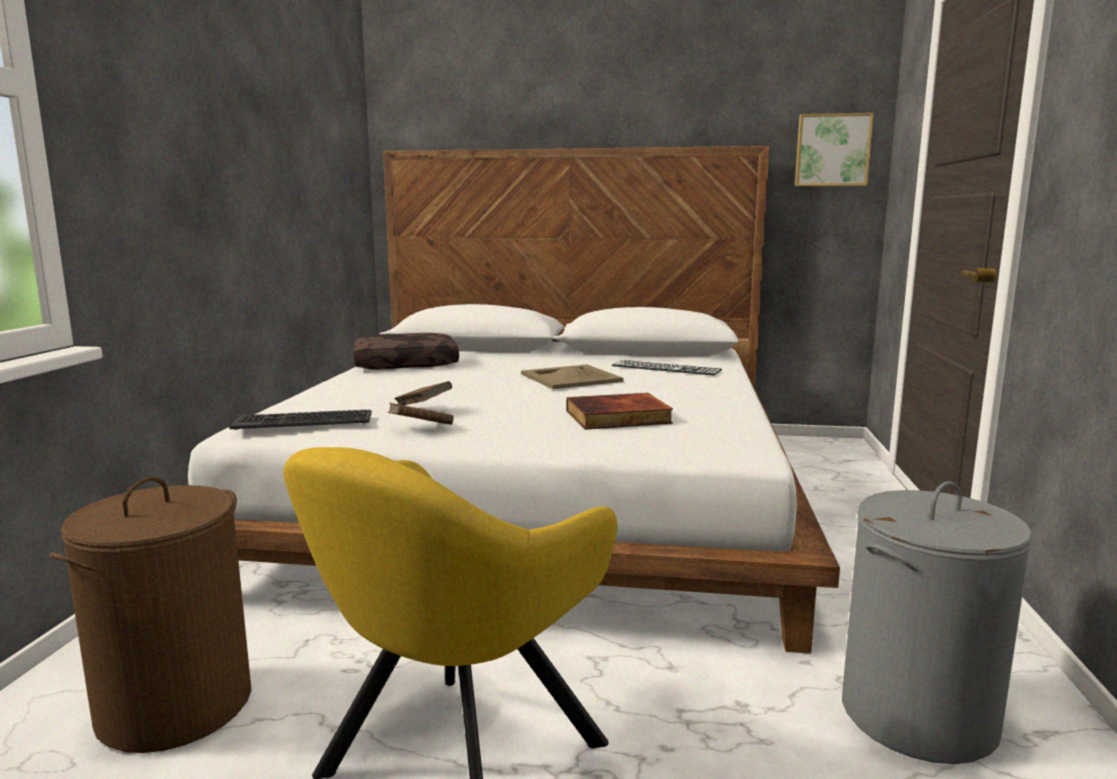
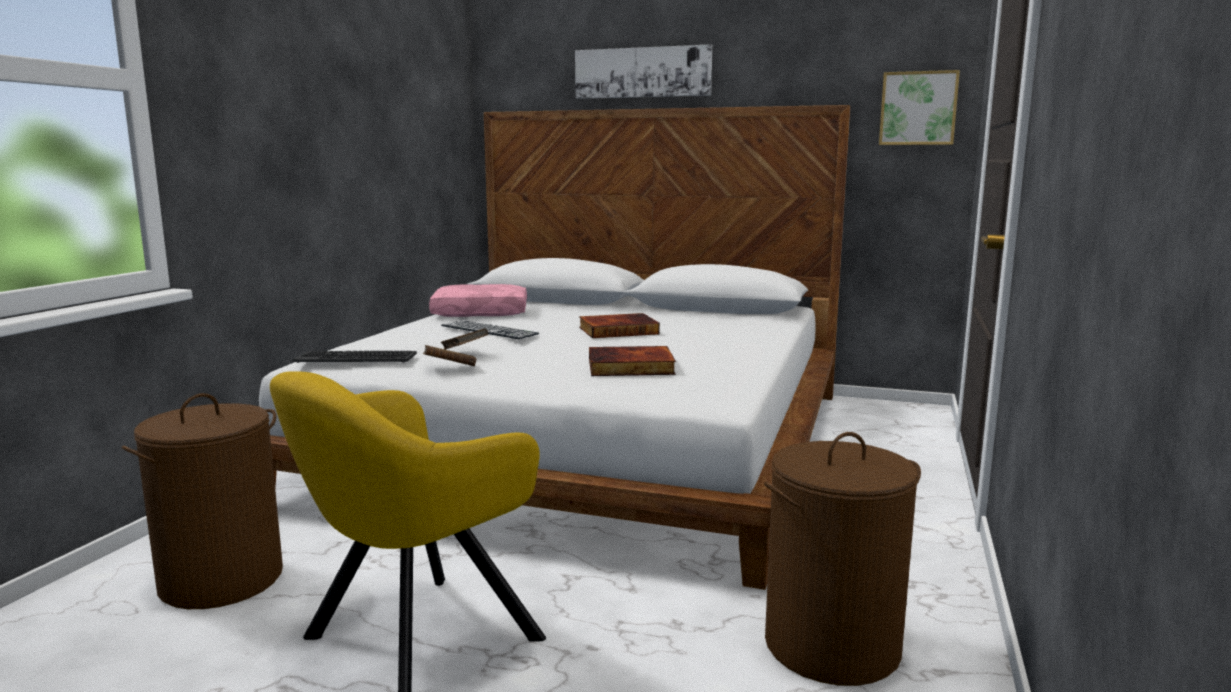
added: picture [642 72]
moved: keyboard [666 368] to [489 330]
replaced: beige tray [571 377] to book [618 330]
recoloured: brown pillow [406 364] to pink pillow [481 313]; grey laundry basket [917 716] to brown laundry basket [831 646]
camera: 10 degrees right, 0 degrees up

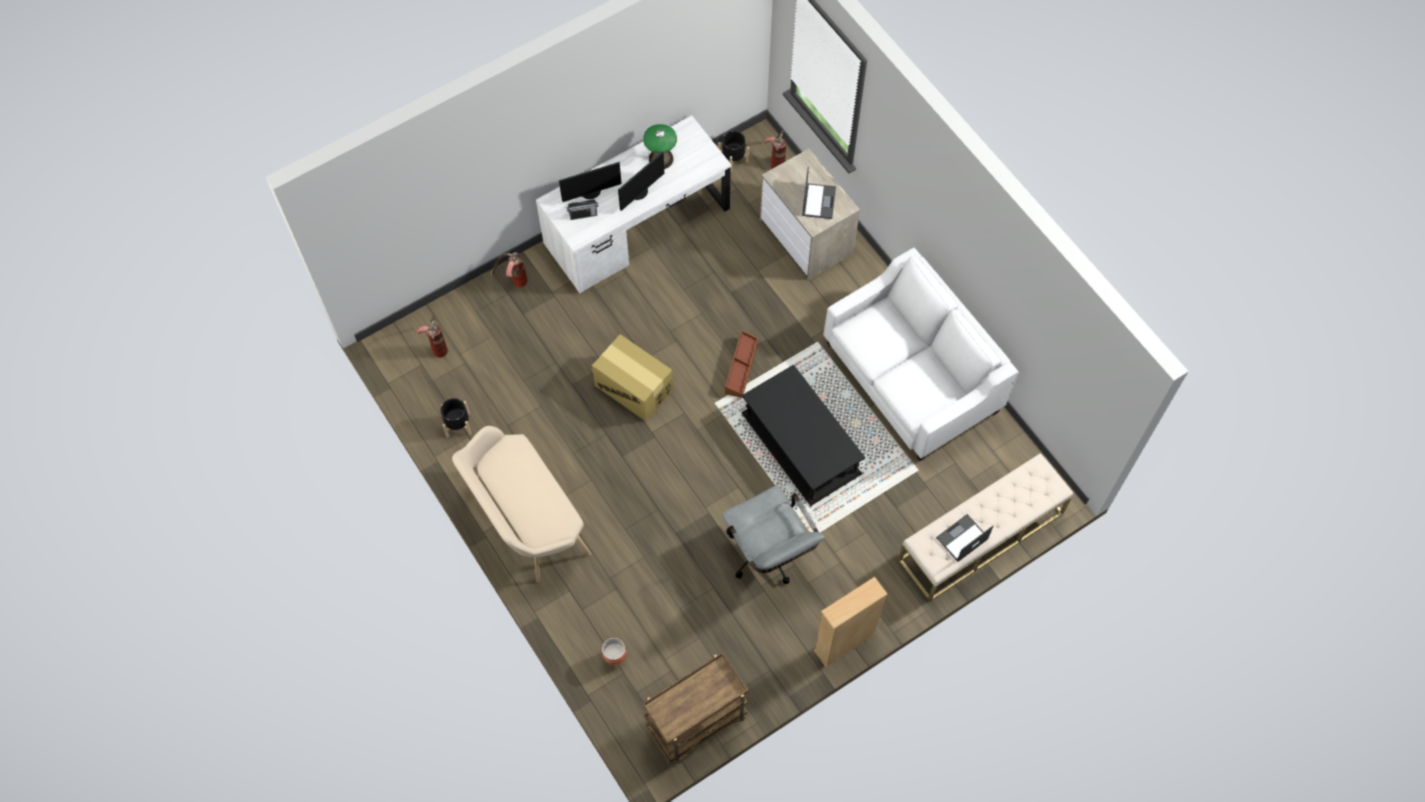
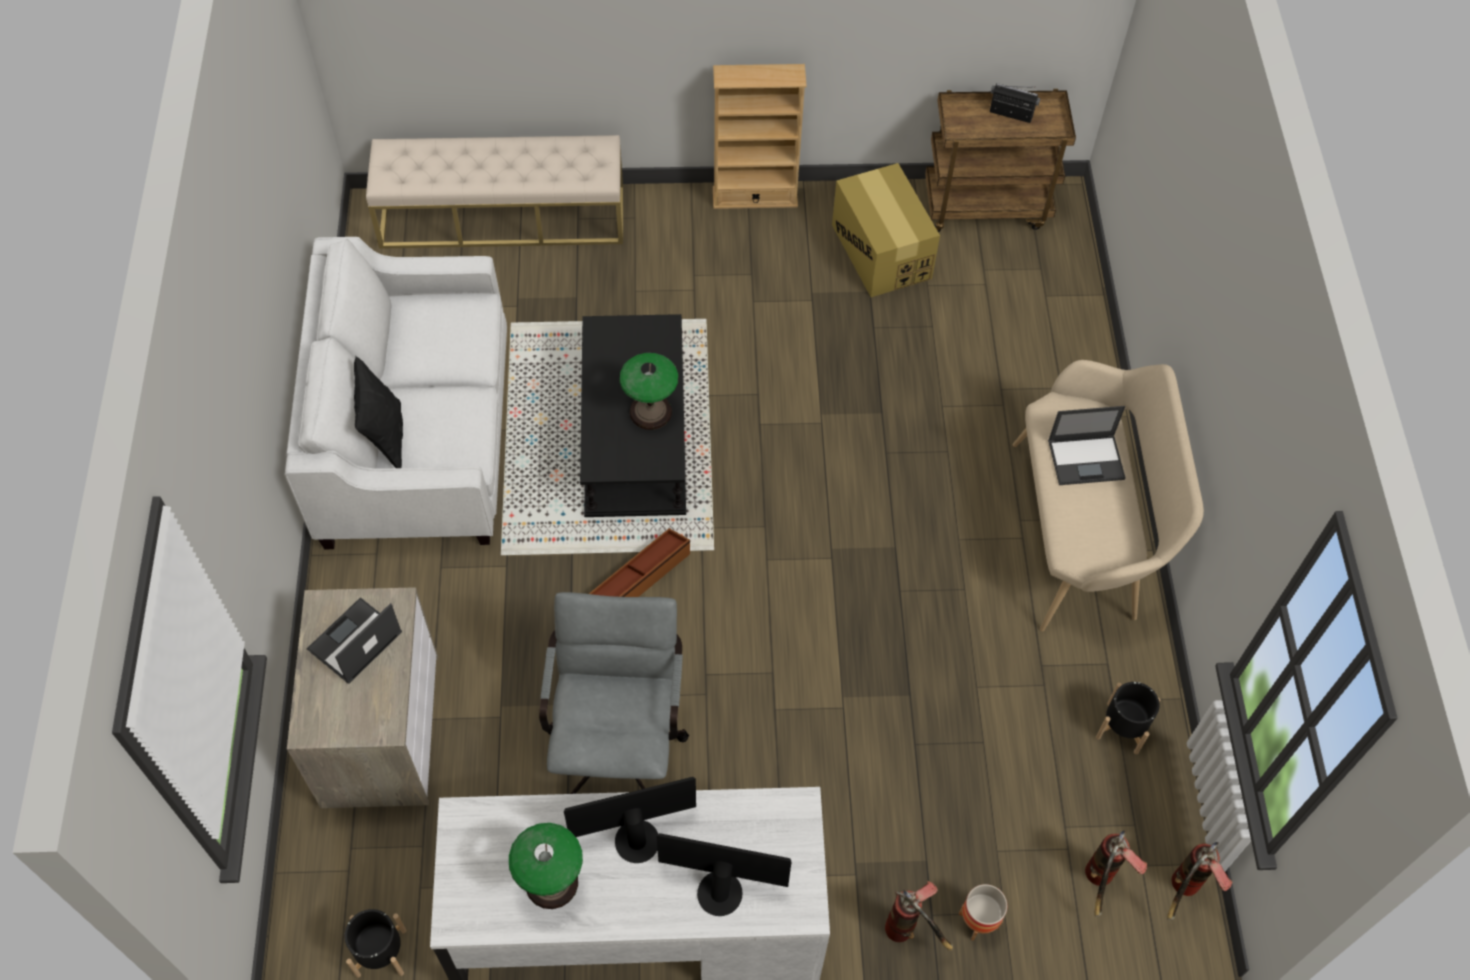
added: black pillow [385 436]; table lamp [651 411]
moved: radio [583 215] to [1011 114]; cardboard box [633 387] to [881 251]; planter [615 658] to [978 921]; grey office chair [769 556] to [618 741]; fire extinguisher [776 162] to [1183 893]; laptop [961 538] to [1087 459]
camera: 150 degrees left, 5 degrees down

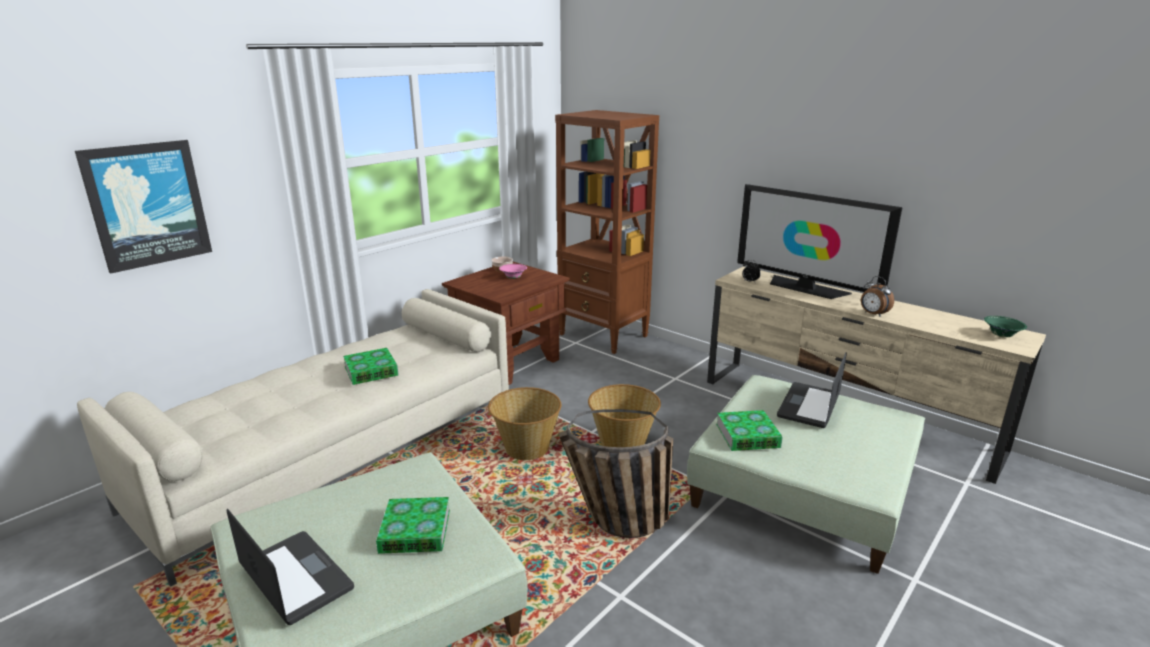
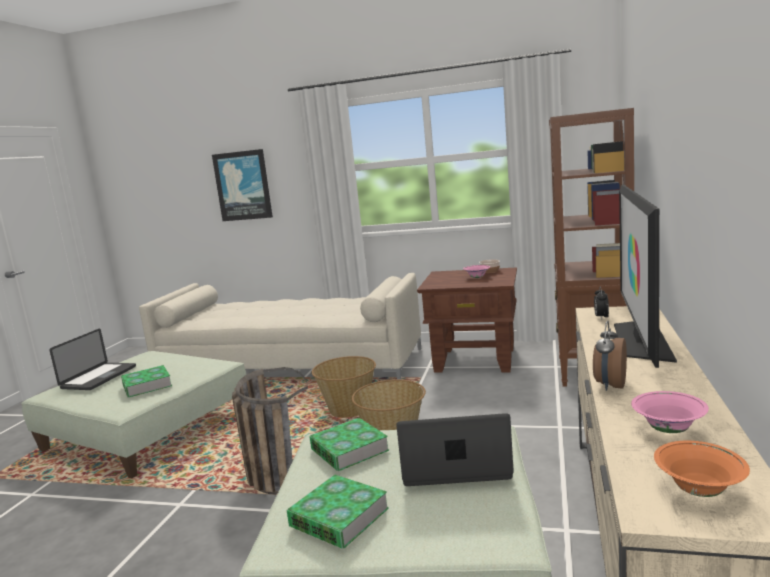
added: pink bowl [669 430]
moved: book [371 371] to [339 517]
recoloured: green bowl [1001 336] to orange bowl [699 490]
camera: 65 degrees right, 10 degrees down

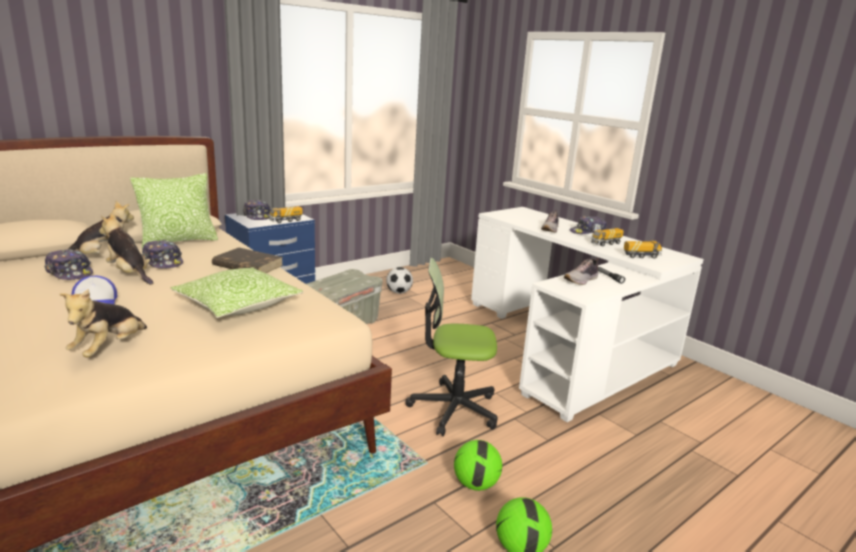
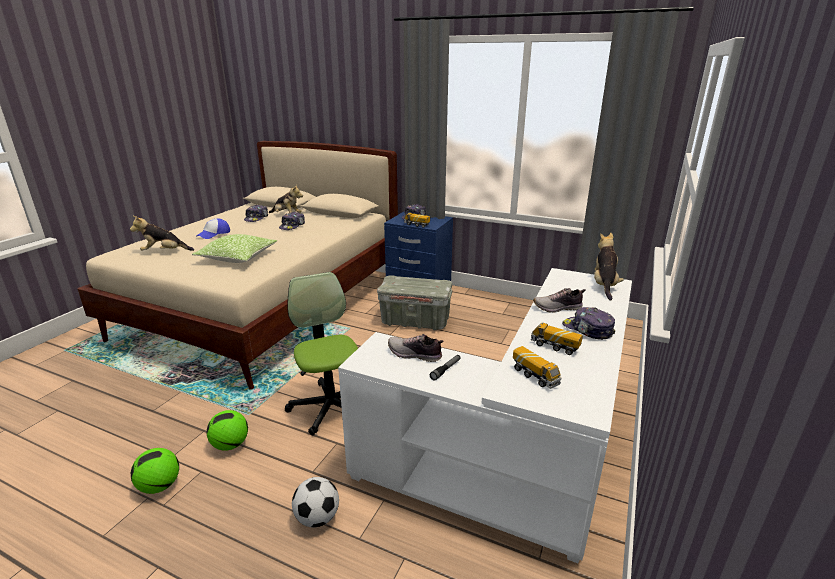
removed: pillow [178 241]; brown book [247 265]
moved: plush toy [129 274] to [604 285]; football [399 292] to [317 518]
camera: 65 degrees right, 5 degrees up

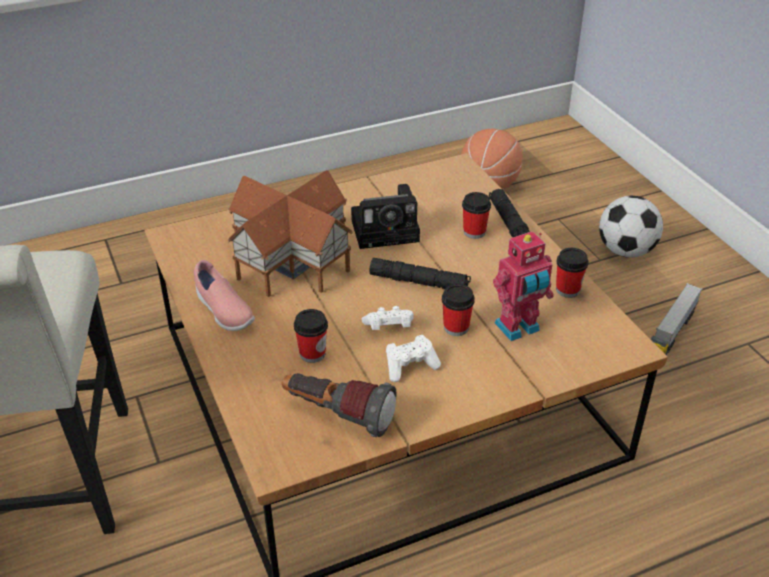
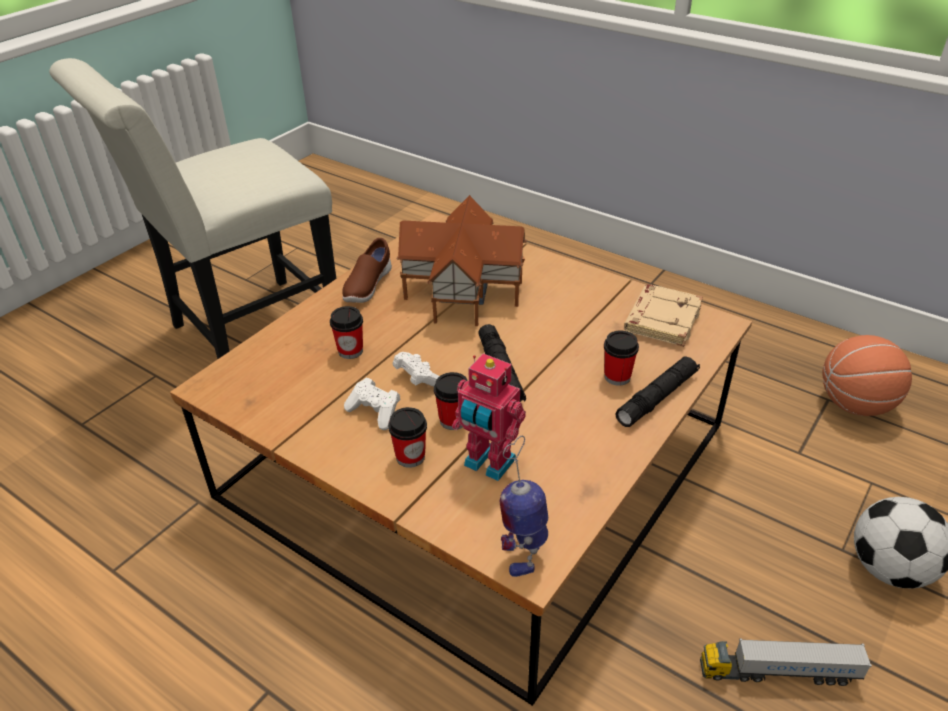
removed: flashlight [337 415]; photo camera [388 230]
added: toy robot [523 550]; beige book [661 319]
moved: cup [567 290] to [410 457]
recoloured: pink shoe [223 311] to brown shoe [367 287]
camera: 60 degrees right, 0 degrees up

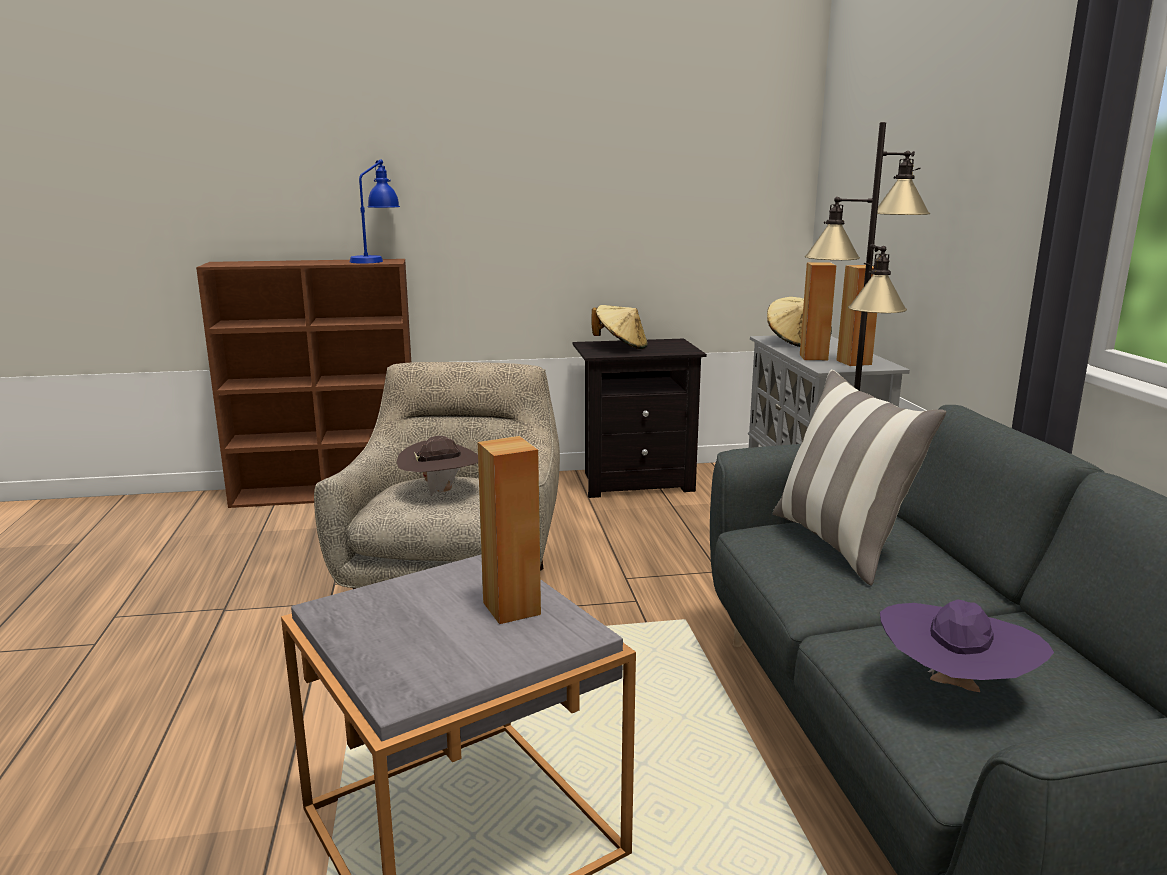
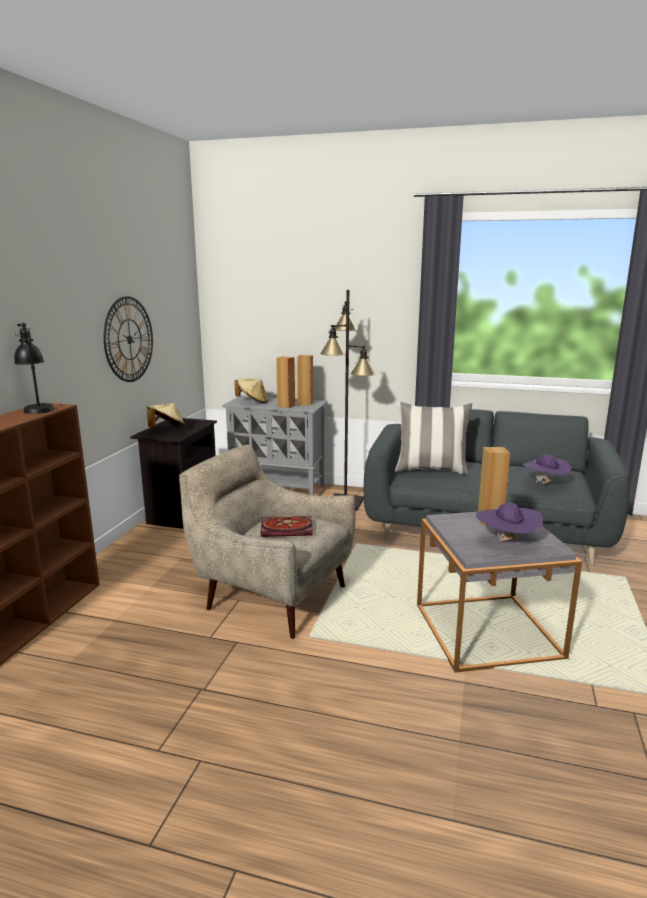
added: wall clock [129 339]; purple hat [506 541]
replaced: brown hat [441 491] to book [288 528]
recoloured: blue table lamp [376 260] to black table lamp [36 408]
camera: 65 degrees left, 0 degrees up

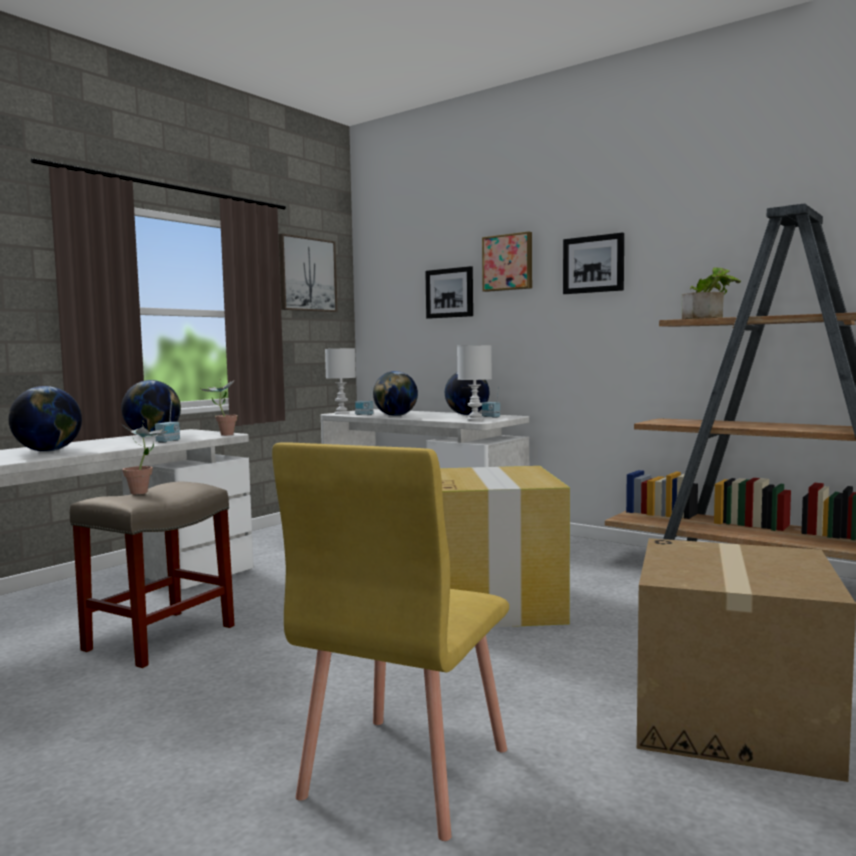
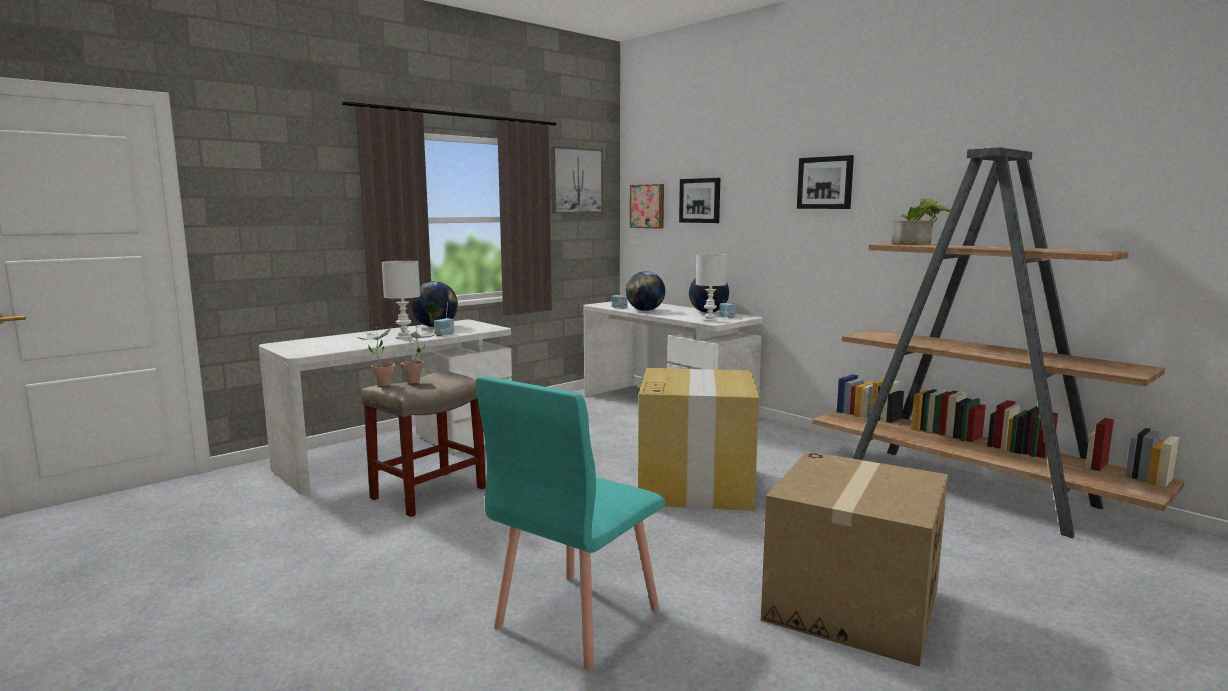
removed: globe [48 451]
moved: potted plant [223 434] to [380 384]; white table lamp [341 413] to [403 337]; picture [508 262] to [648 206]
recoloured: yellow chair [404 773] to turquoise chair [576 618]
camera: 10 degrees right, 5 degrees up

